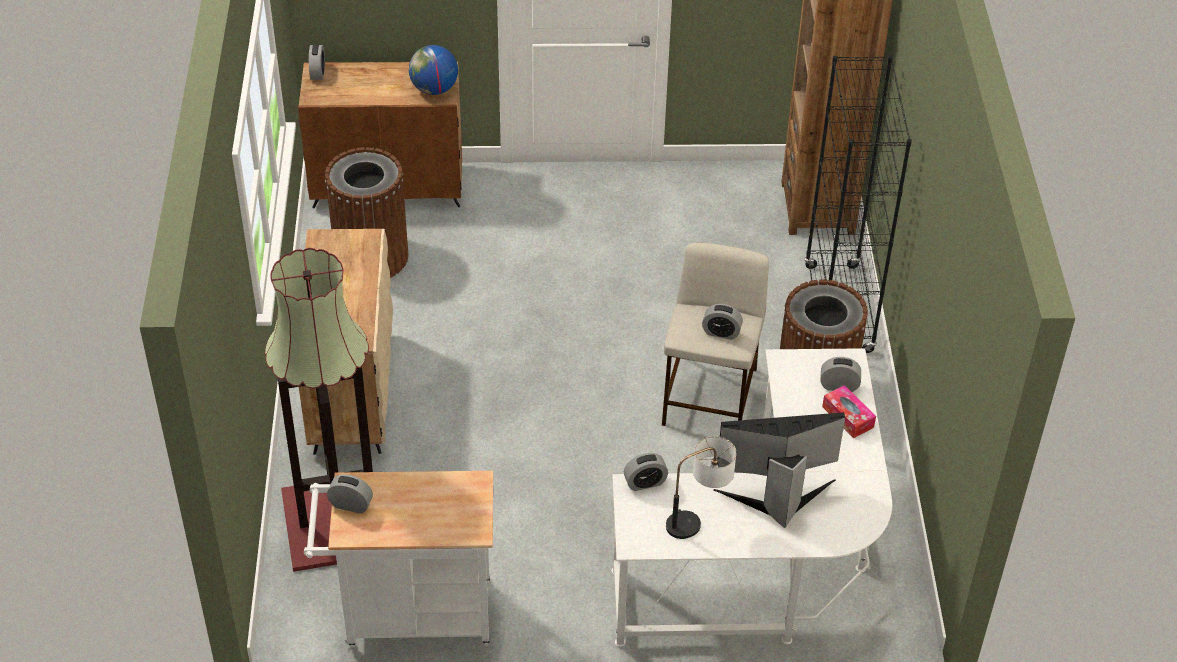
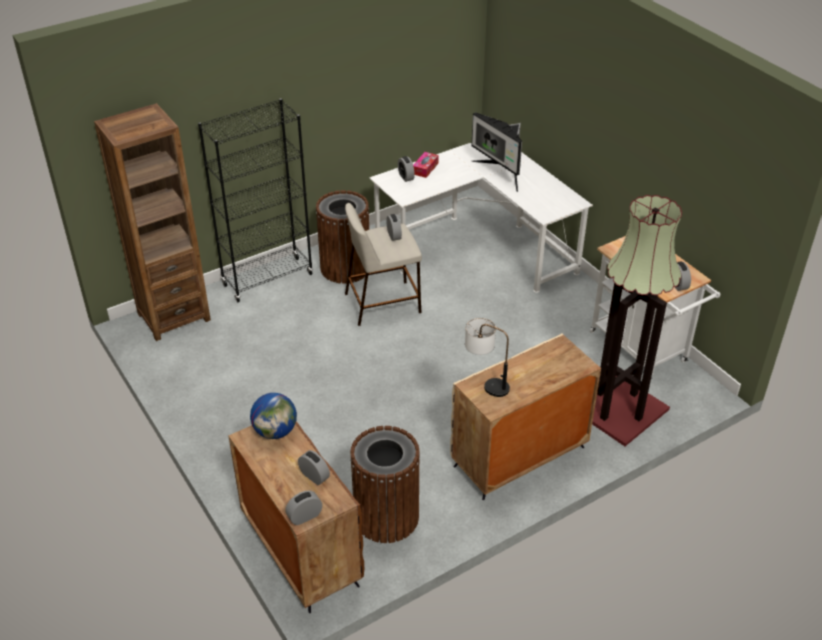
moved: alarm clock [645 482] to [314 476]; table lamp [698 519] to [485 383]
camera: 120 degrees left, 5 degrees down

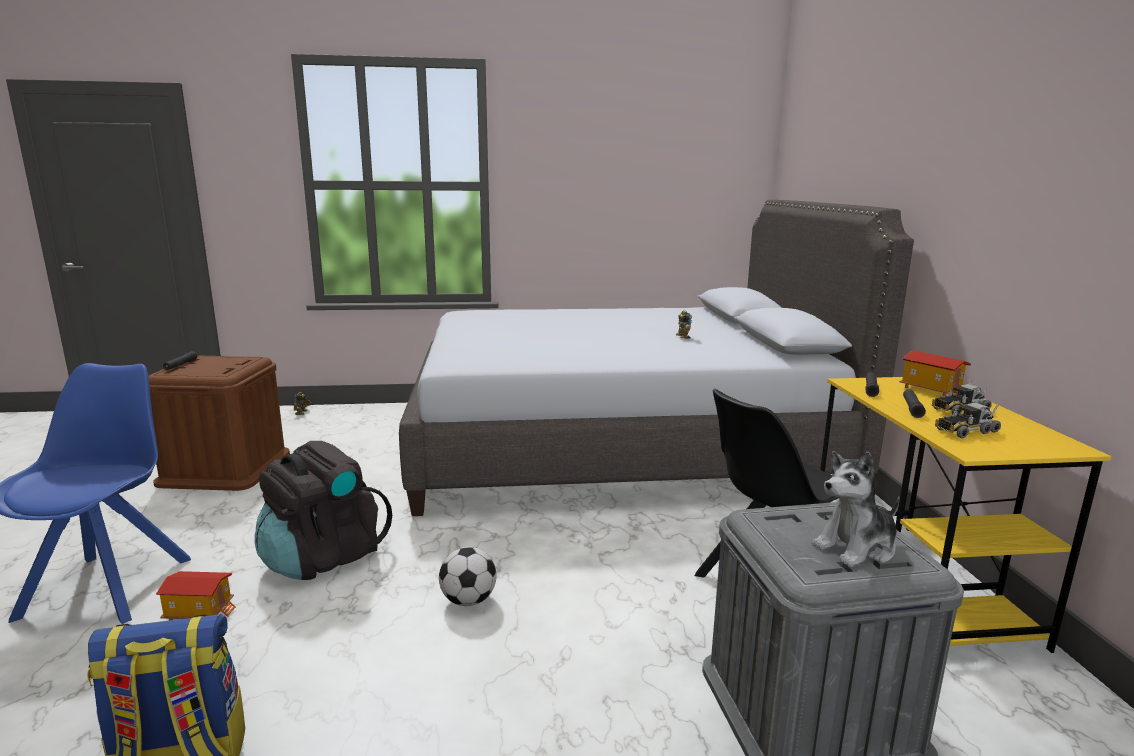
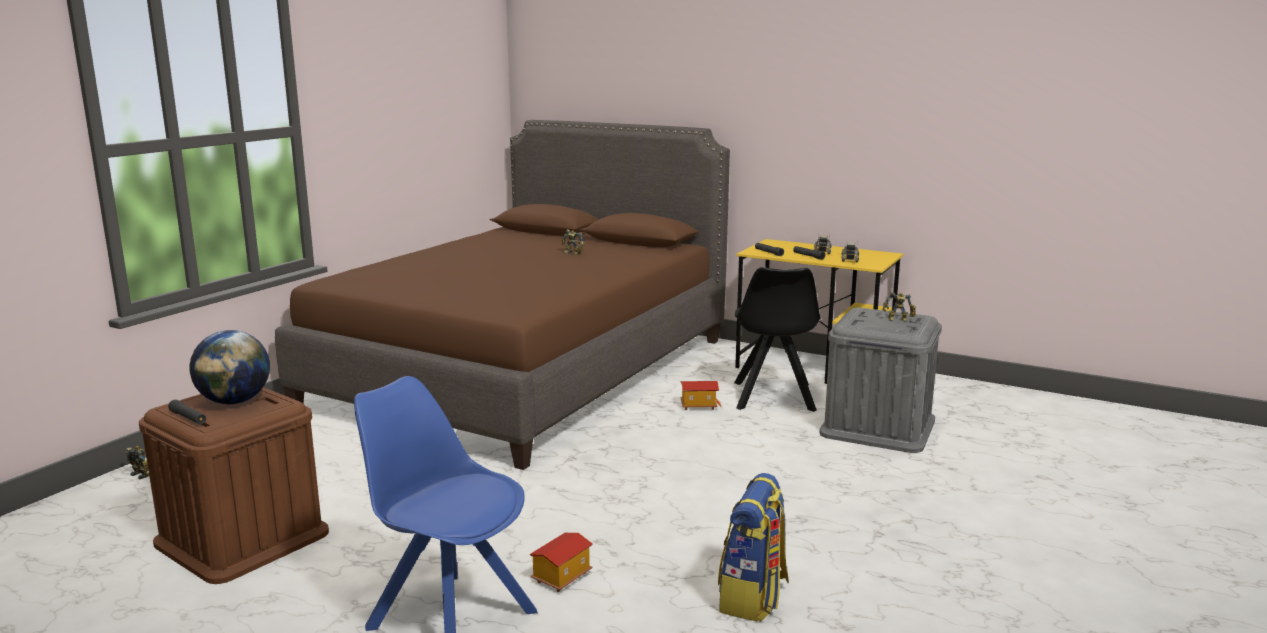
removed: black backpack [323 557]; football [468 600]
added: globe [235 401]
moved: toy house [931 390] to [699 405]
replaced: plush toy [856 547] to toy robot [898 320]
recoloured: grey bed [619 445] to brown bed [524 371]
camera: 55 degrees left, 0 degrees up

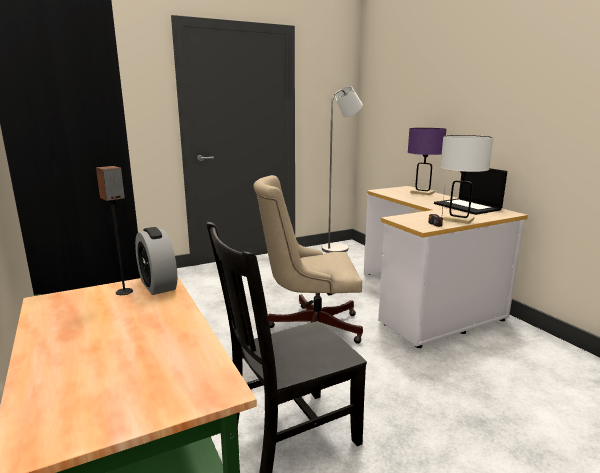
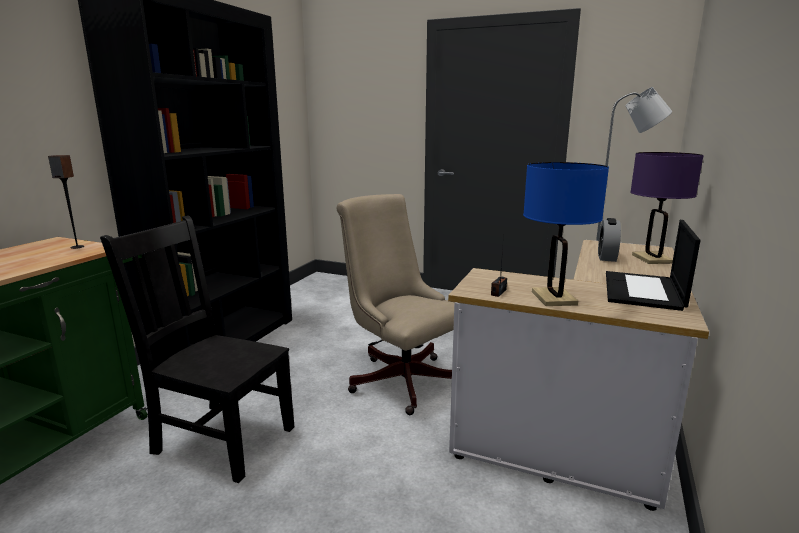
moved: alarm clock [158 285] to [606 257]
recoloured: white table lamp [458 219] to blue table lamp [553 298]
camera: 50 degrees right, 0 degrees up

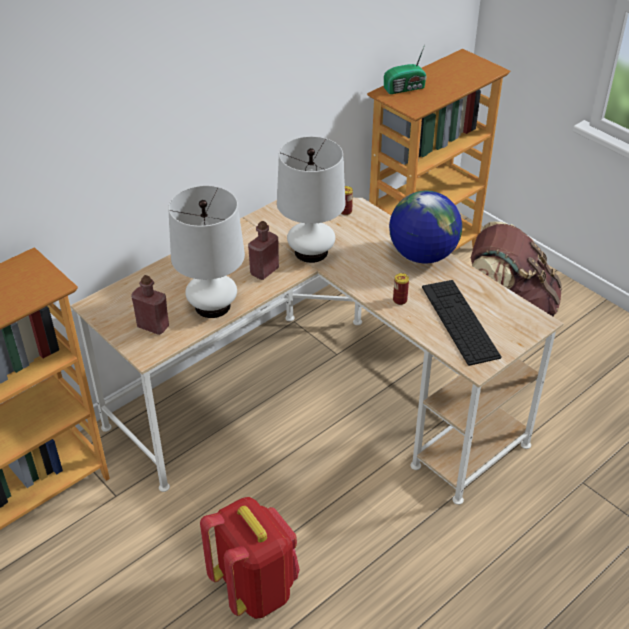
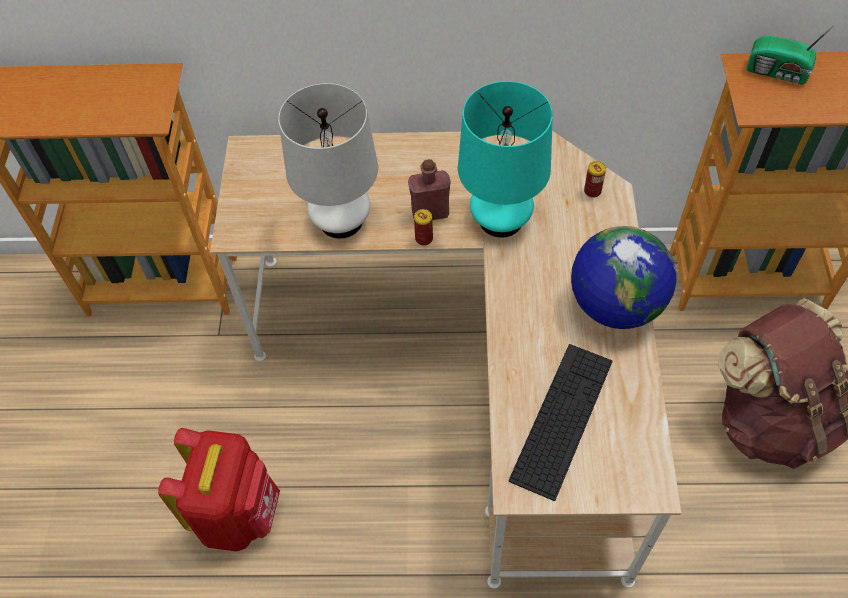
removed: red bottle [153 326]
moved: can [400 300] to [424 238]
recoloured: white table lamp [311 252] to turquoise table lamp [500 220]
camera: 45 degrees right, 15 degrees up

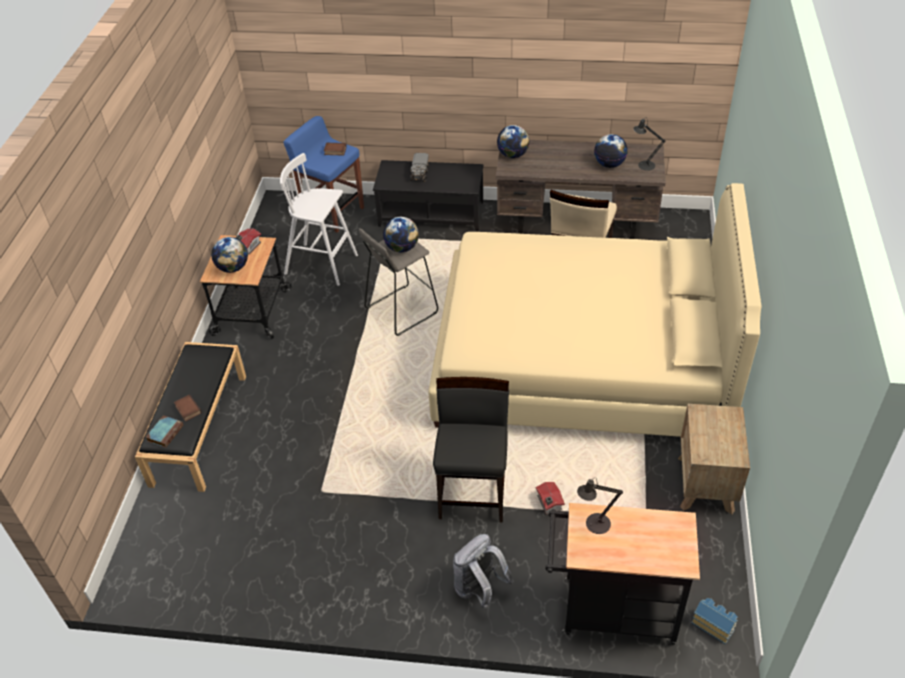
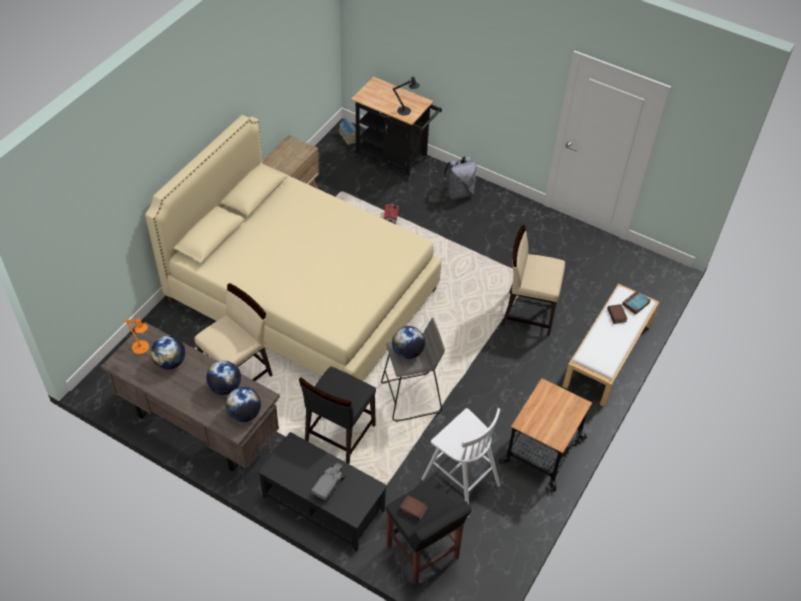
removed: toy house [248 247]
added: beige chair [528 312]
moved: globe [233 268] to [225 387]; black chair [473 491] to [339 434]
recoloured: black bench [199 428] to white bench [608 355]; blue stool [332 213] to black stool [423 553]; black table lamp [644 165] to orange table lamp [142 348]
camera: 160 degrees left, 5 degrees up

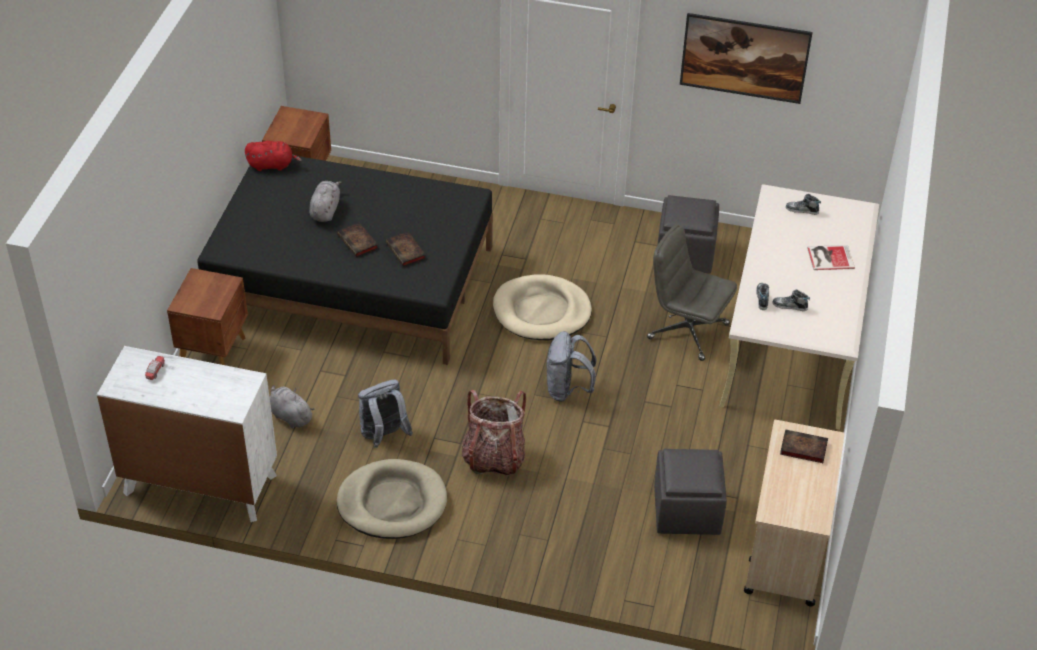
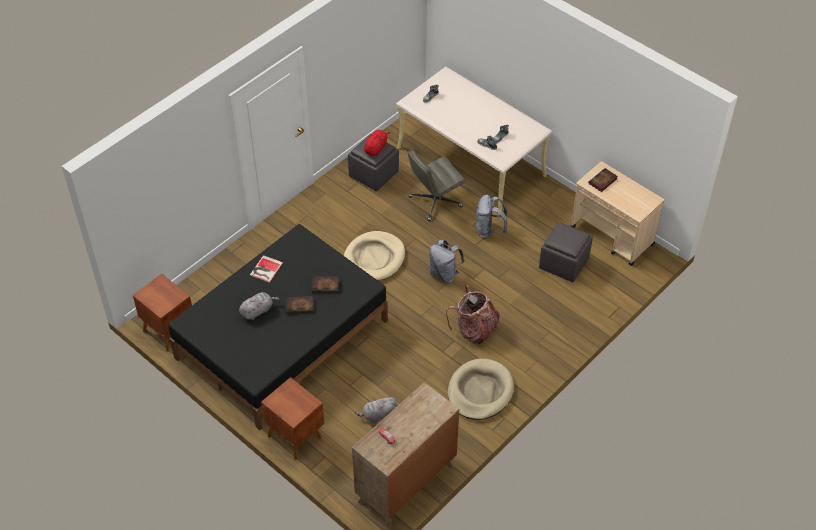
removed: picture [742 75]
moved: red plush toy [272 165] to [376 148]; grey backpack [384 436] to [489 230]; book [829 257] to [265 269]
recoloured: white dresser [200 484] to brown dresser [406 483]
turned: grey plush toy [325 210] = [258 311] 105 degrees clockwise
camera: 60 degrees left, 5 degrees up

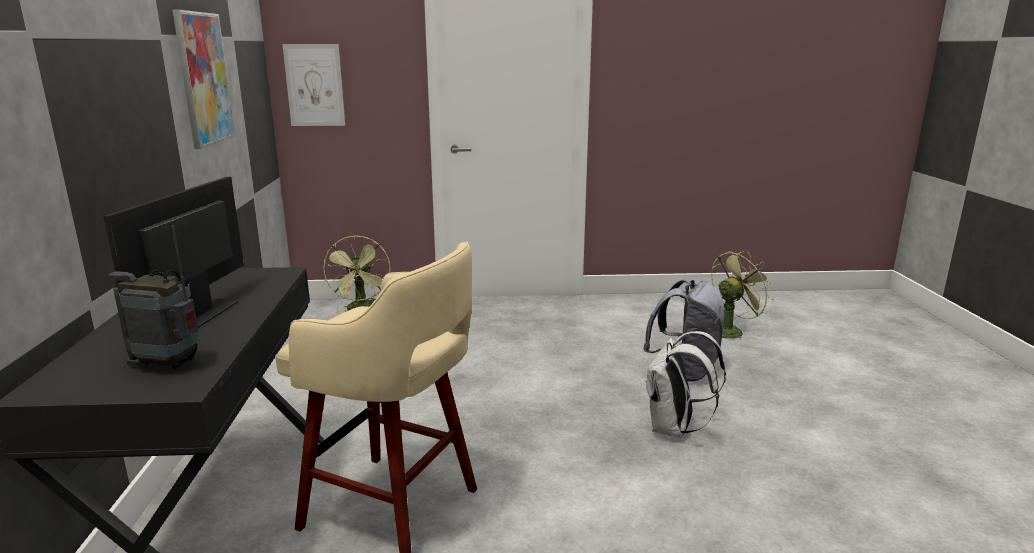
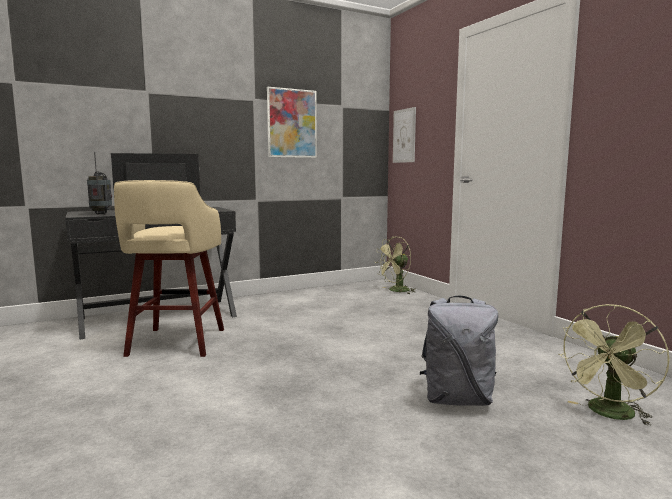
removed: white backpack [674 429]
turned: green fan [730 330] = [609 414] 105 degrees clockwise
camera: 65 degrees right, 10 degrees down

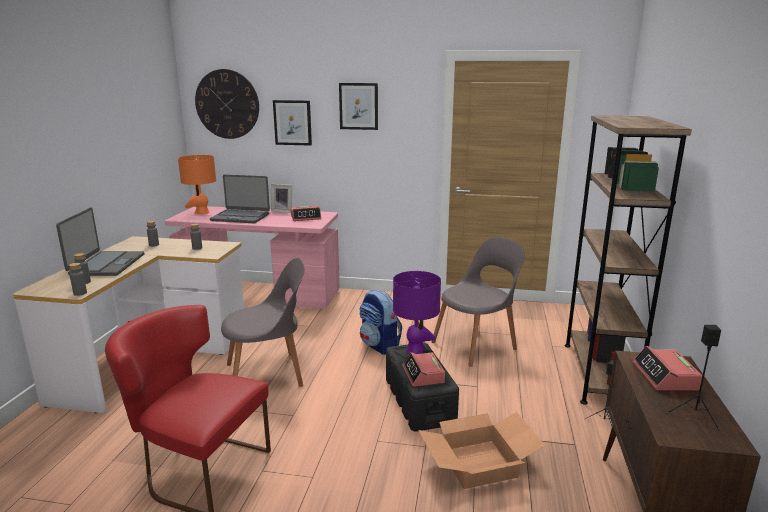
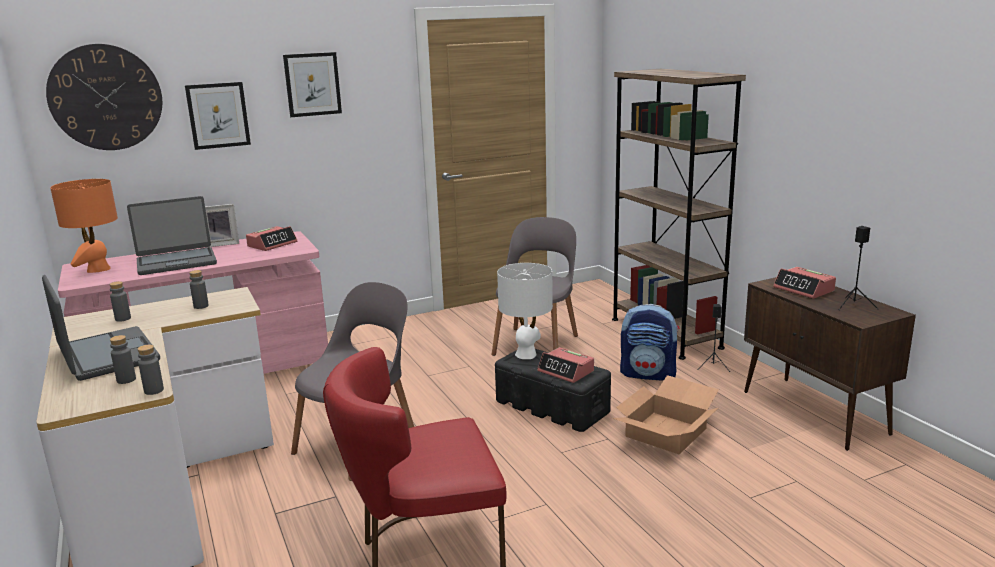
moved: backpack [380 346] to [648 374]
recoloured: purple table lamp [415 349] to white table lamp [526 354]
camera: 35 degrees left, 0 degrees up

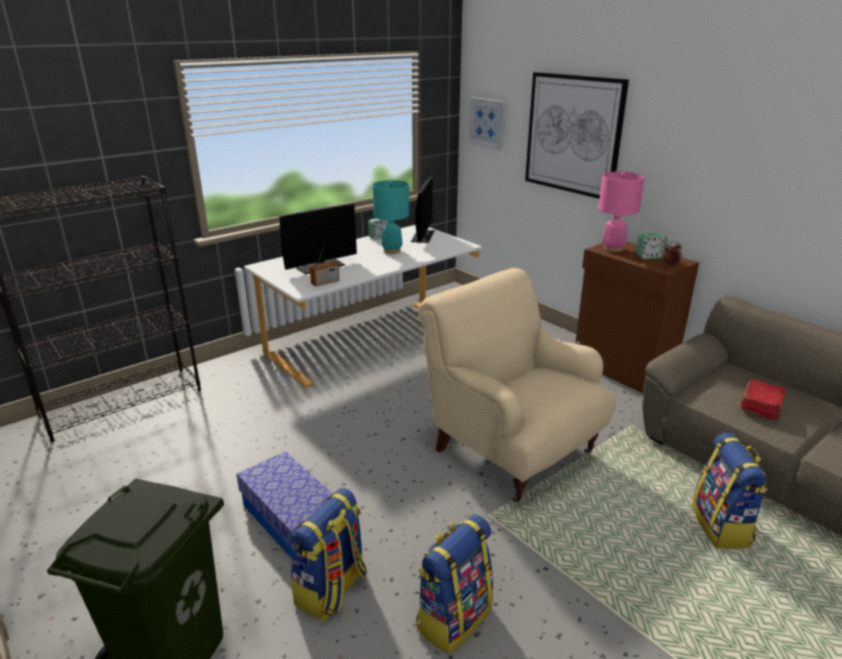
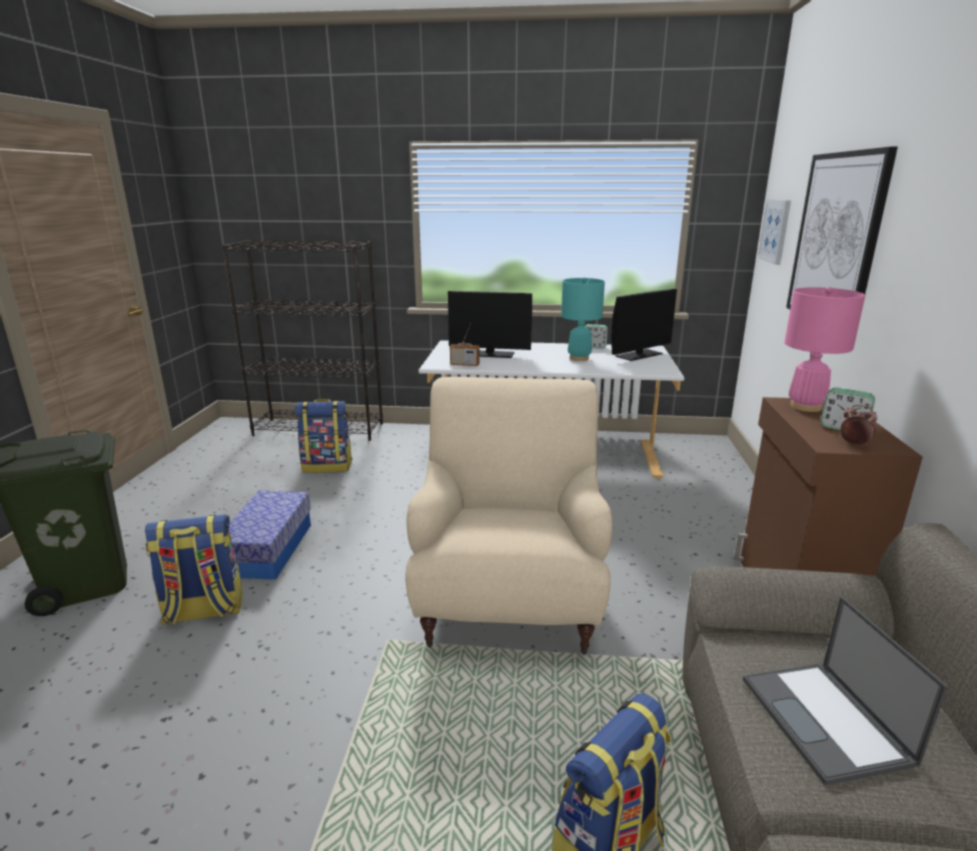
moved: backpack [453 617] to [328 466]
replaced: red book [761 407] to laptop [826 721]
camera: 45 degrees right, 5 degrees down

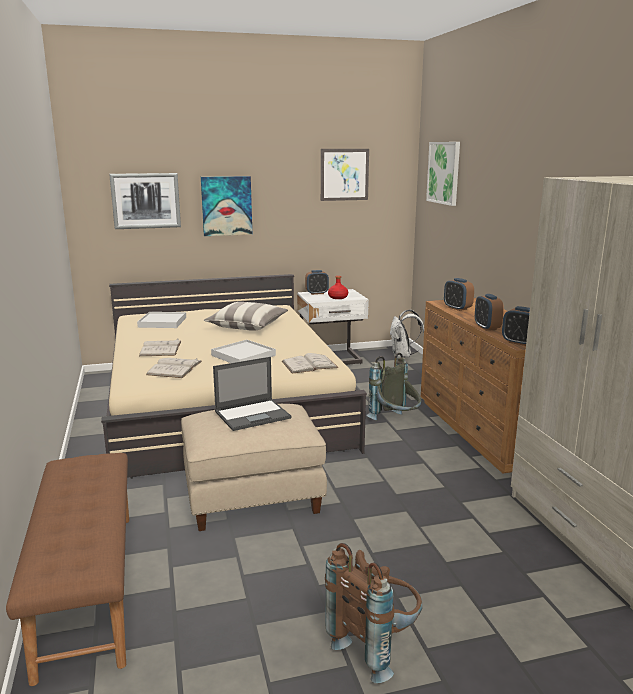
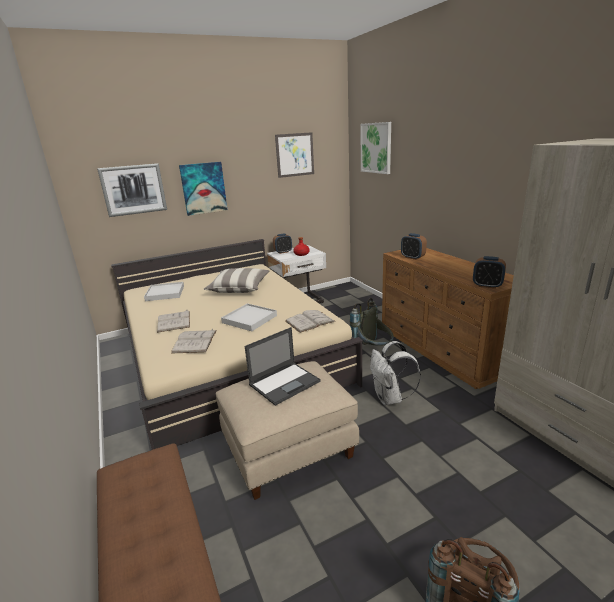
removed: alarm clock [487 327]
moved: white backpack [403 356] to [390 398]
camera: 10 degrees left, 5 degrees up

